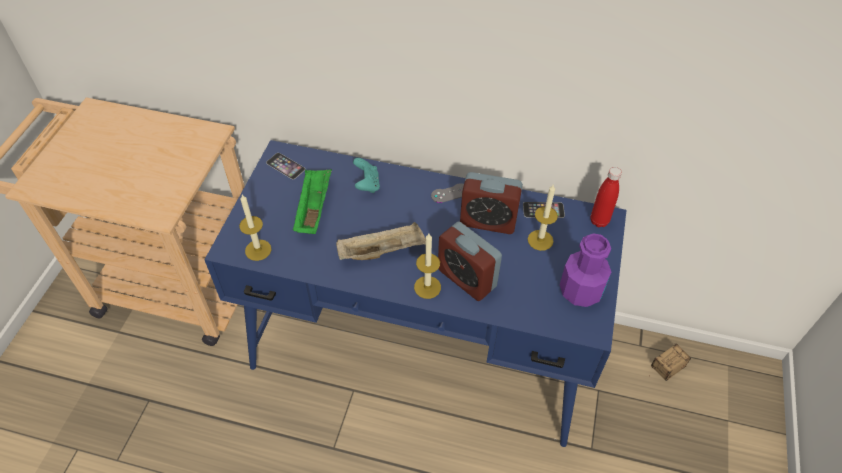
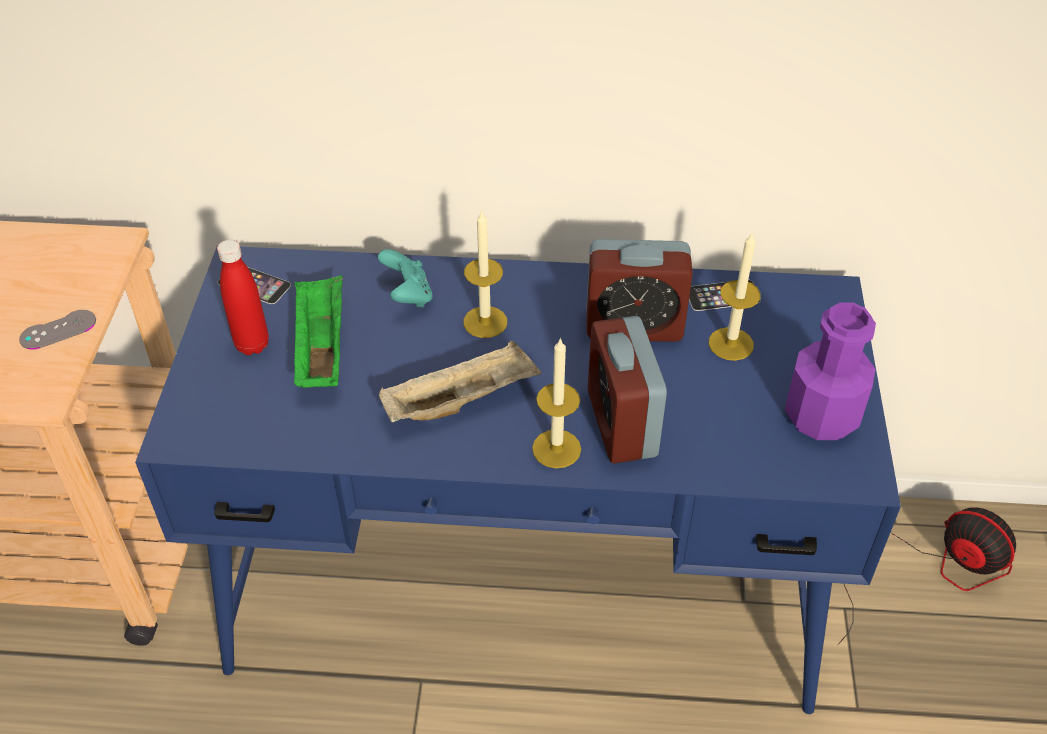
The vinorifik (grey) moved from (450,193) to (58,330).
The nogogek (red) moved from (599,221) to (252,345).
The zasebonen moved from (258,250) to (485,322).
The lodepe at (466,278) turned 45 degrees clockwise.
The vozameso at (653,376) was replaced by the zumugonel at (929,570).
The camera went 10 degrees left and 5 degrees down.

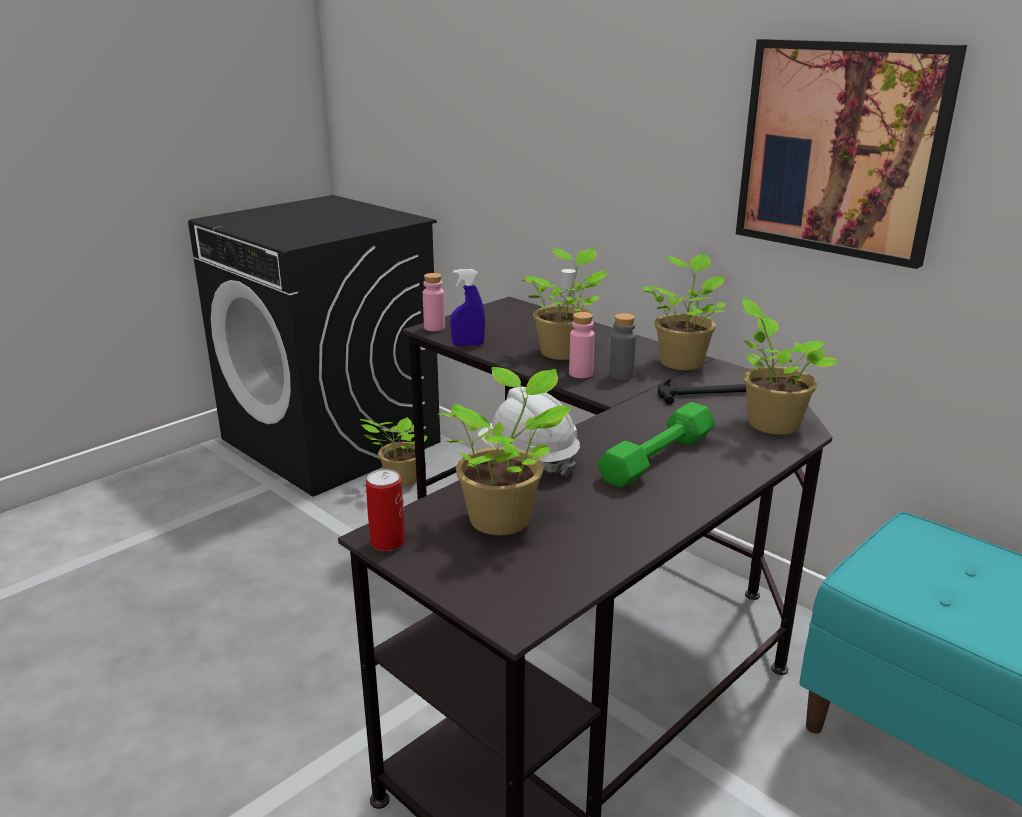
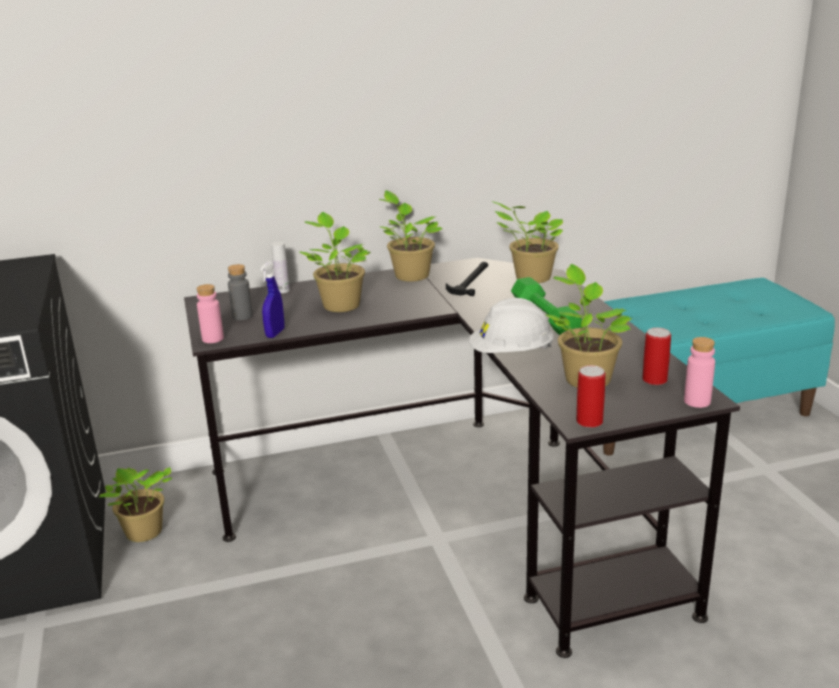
The nogogek (grey) moved from (621,375) to (242,316).
The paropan at (654,380) appeared.
The nogogek (pink) moved from (580,373) to (697,401).
The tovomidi at (841,149) disappeared.
The camera went 60 degrees left and 0 degrees up.

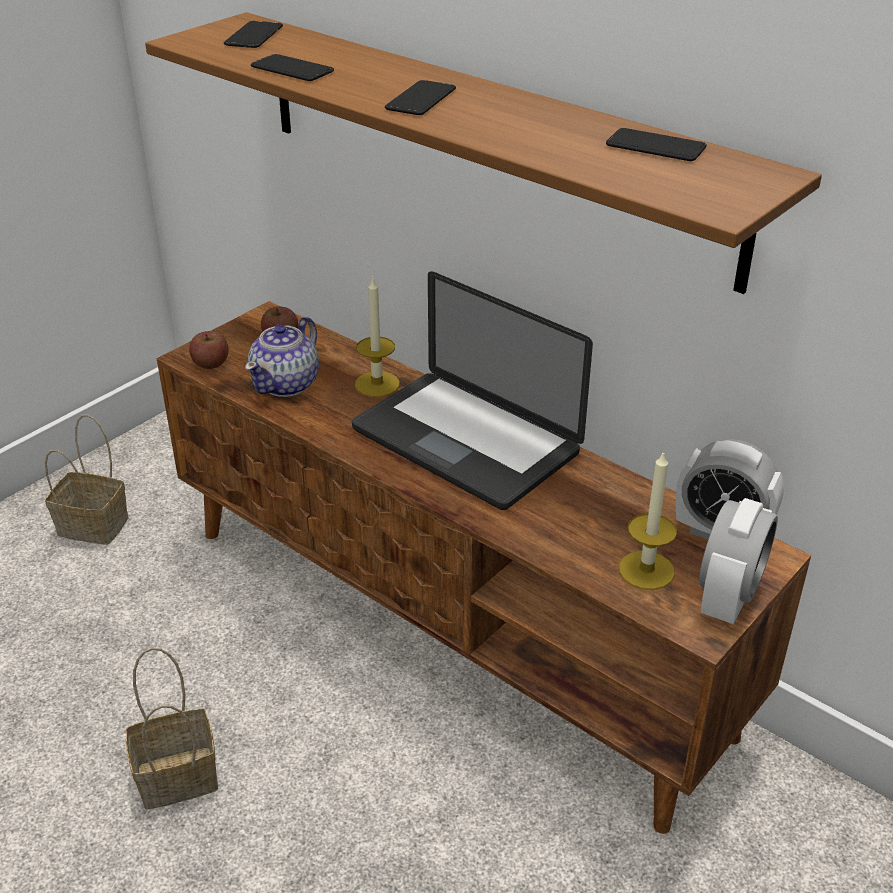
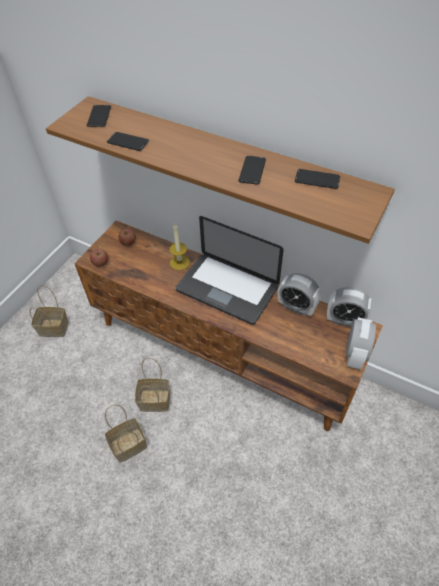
The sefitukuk at (156,400) appeared.
The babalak moved from (421,99) to (252,170).
The lodepe at (296,307) appeared.
The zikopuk at (287,384) disappeared.
The zasebonen at (646,570) disappeared.
The camera went 10 degrees left and 15 degrees up.

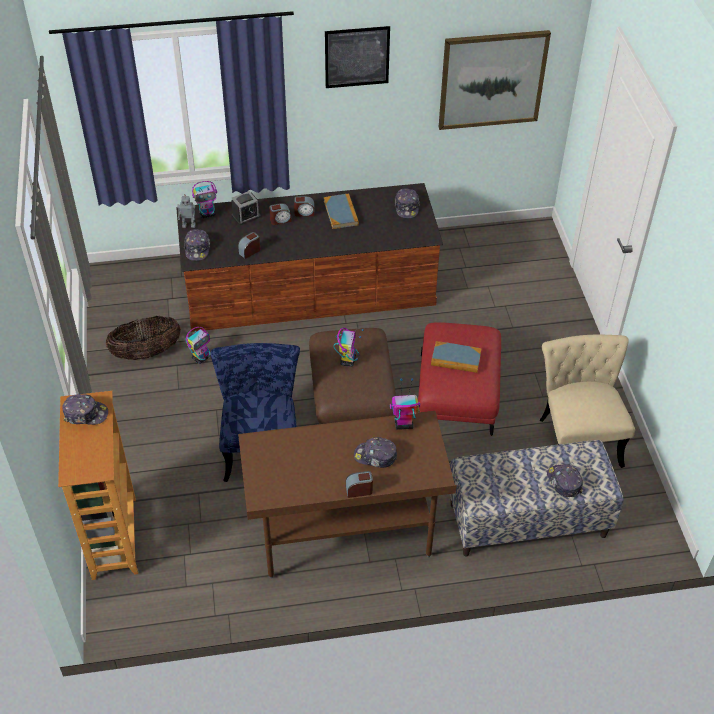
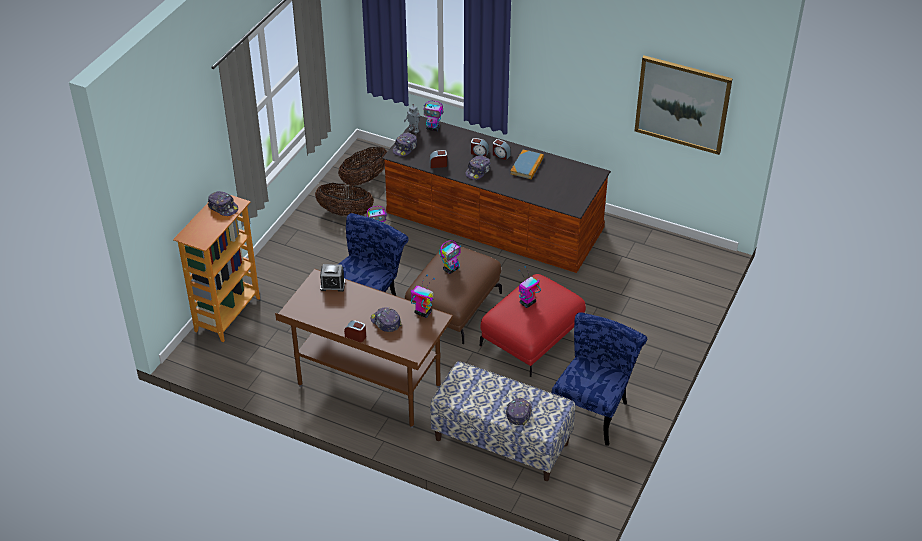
The lodepe moved from (246,216) to (332,285).
The sefitukuk at (364,179) appeared.
The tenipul moved from (407,207) to (478,171).
The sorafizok at (456,359) was replaced by the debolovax at (527,303).
The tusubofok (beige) at (577,436) became the tusubofok (blue) at (593,408).
The tovomidi at (357,57) disappeared.
The camera went 35 degrees right and 5 degrees down.

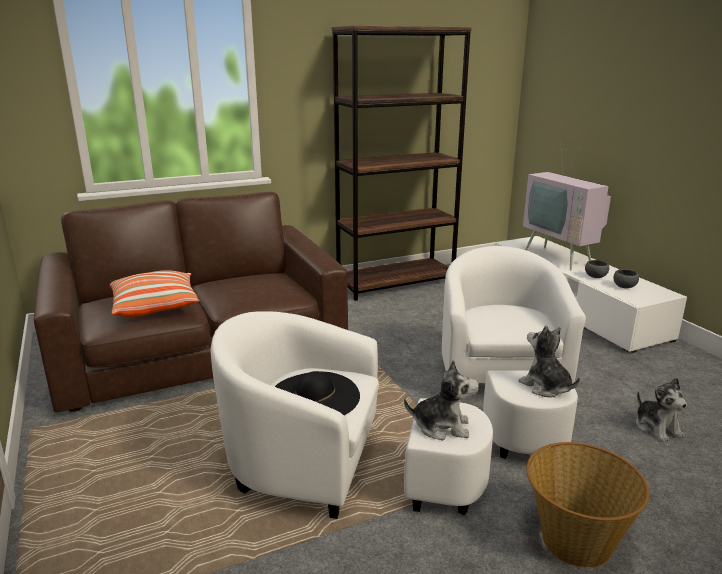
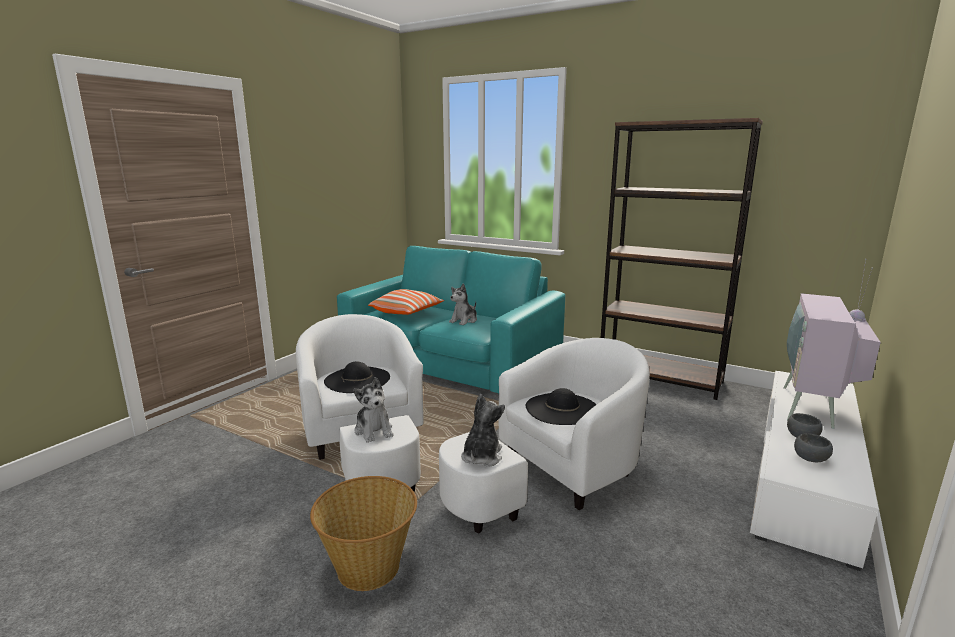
The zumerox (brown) at (200,349) became the zumerox (turquoise) at (451,359).
The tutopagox moved from (657,428) to (464,320).
The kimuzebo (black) at (562,409) appeared.
The camera went 55 degrees right and 5 degrees down.

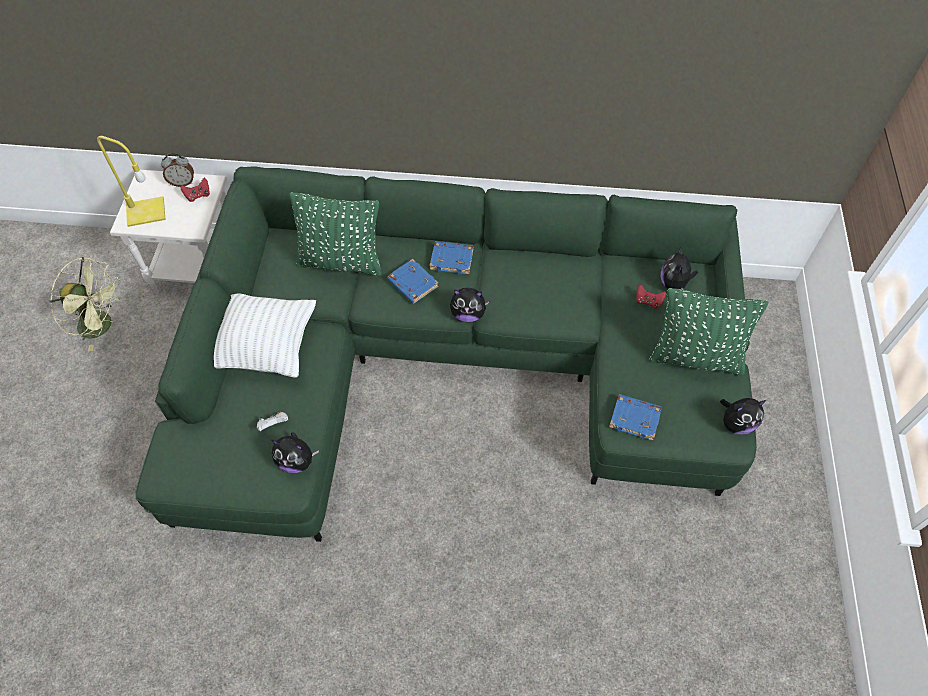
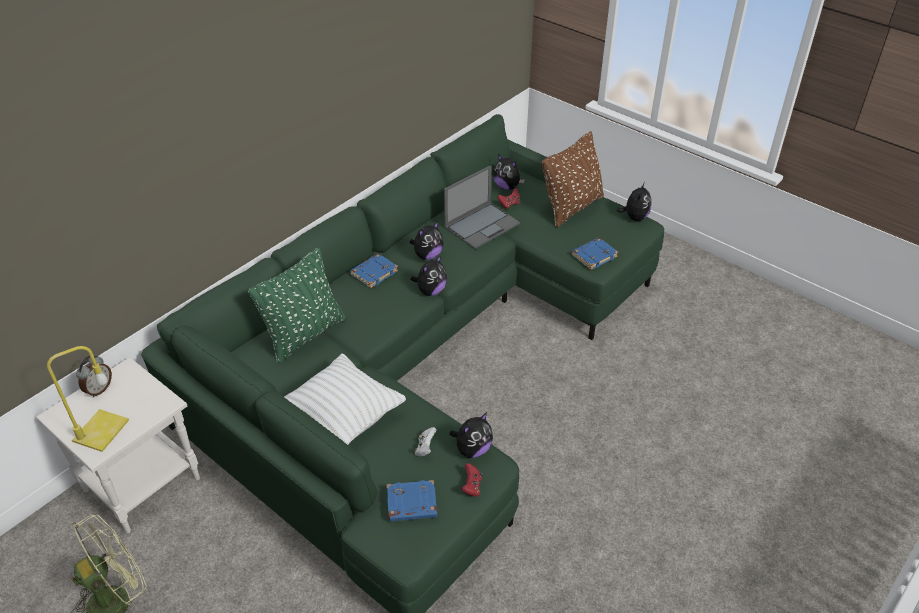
The sorafizok (blue) moved from (412,284) to (411,504).
The tutopagox at (427,255) appeared.
The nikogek at (482,225) appeared.
The vinorifik (red) moved from (198,195) to (472,486).
The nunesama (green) at (695,357) became the nunesama (brown) at (572,207).
The camera went 55 degrees left and 15 degrees down.

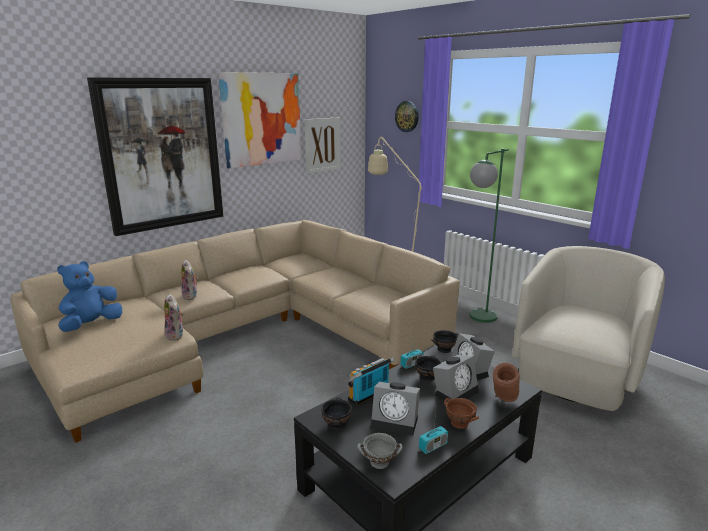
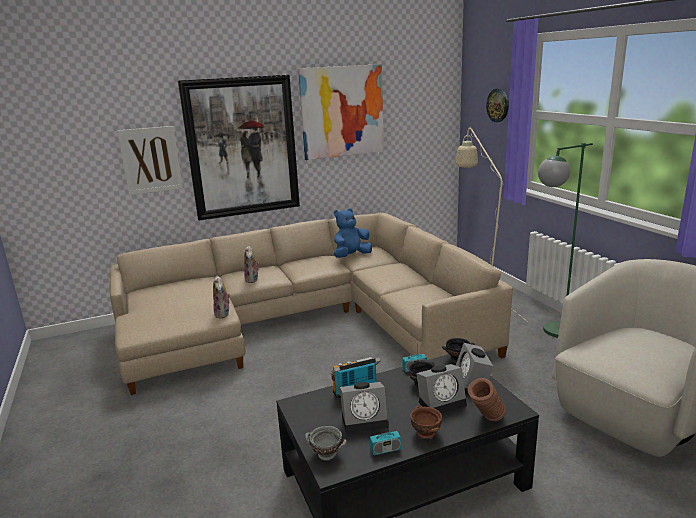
The tovomidi moved from (322,145) to (151,160).
The tutopagox (blue) moved from (91,325) to (351,256).
The lodepe at (396,421) turned 45 degrees counterclockwise.
The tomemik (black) at (337,424) disappeared.
The camera went 20 degrees right and 0 degrees up.

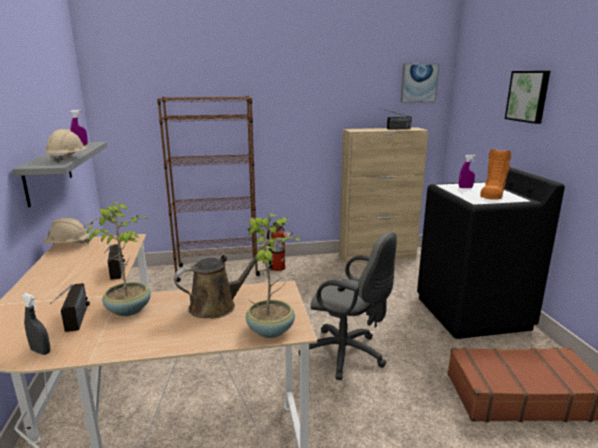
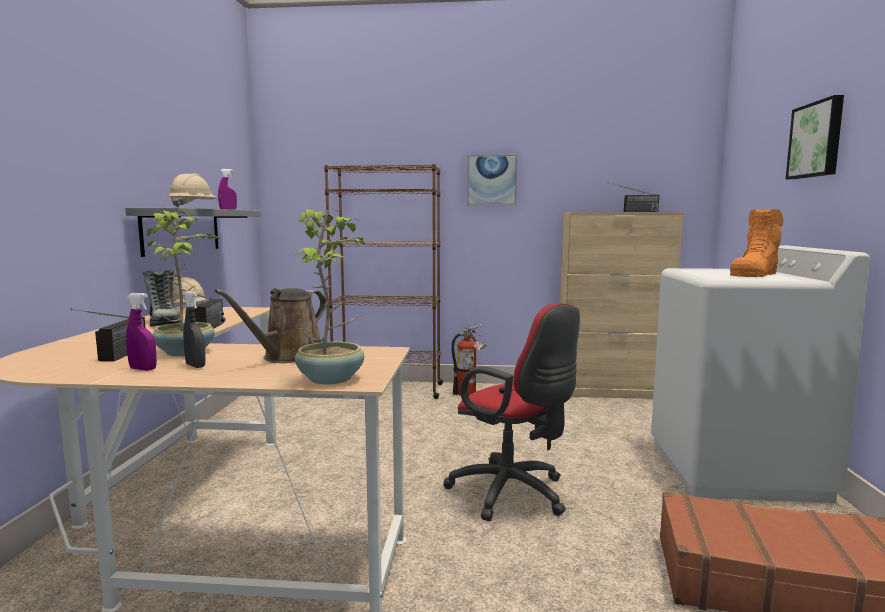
The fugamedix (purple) moved from (465,187) to (143,369).
The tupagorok at (164,322) appeared.
The fugamedix (grey) moved from (40,351) to (195,366).
The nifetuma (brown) at (217,306) turned 135 degrees clockwise.
The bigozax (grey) at (347,355) became the bigozax (red) at (513,494).
The tovomidi moved from (419,83) to (491,180).
The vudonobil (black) at (472,313) became the vudonobil (white) at (735,470).
The camera went 15 degrees right and 10 degrees down.

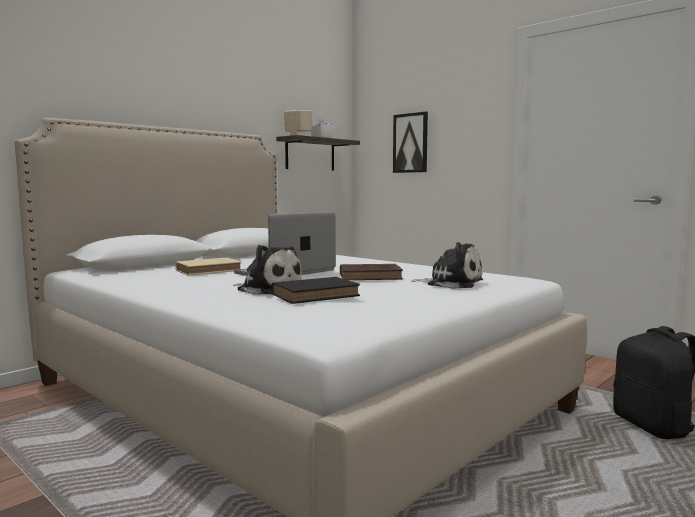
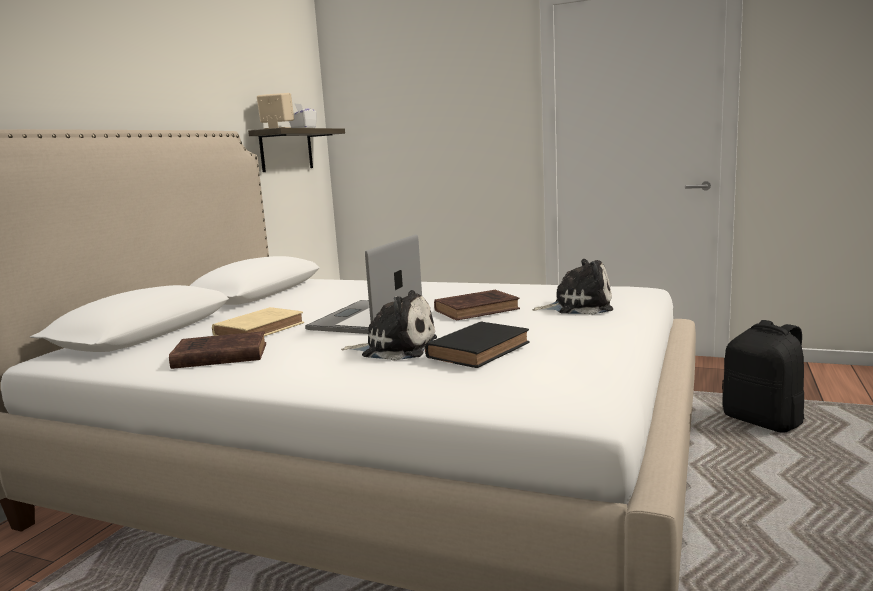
The sorafizok (brown) at (218,356) appeared.
The tovomidi at (410,143) disappeared.
The camera went 20 degrees left and 5 degrees up.

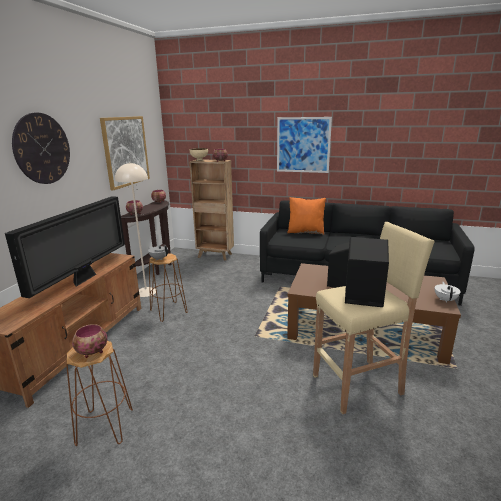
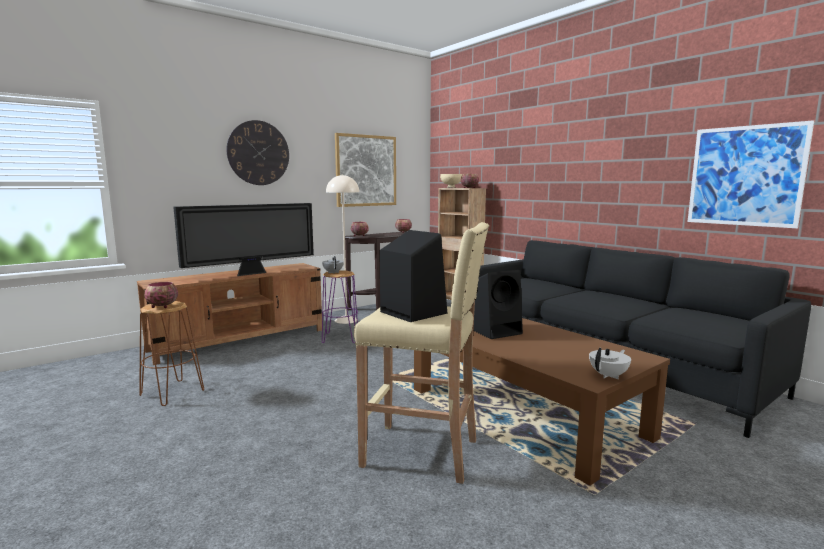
The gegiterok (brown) at (169,311) became the gegiterok (purple) at (341,338).
The tovomidi moved from (303,145) to (745,176).
The nunesama (orange) at (305,232) disappeared.
The camera went 35 degrees right and 10 degrees down.

